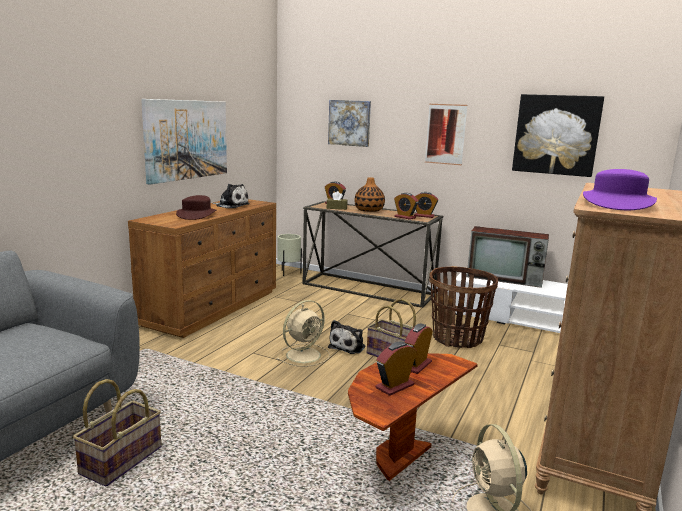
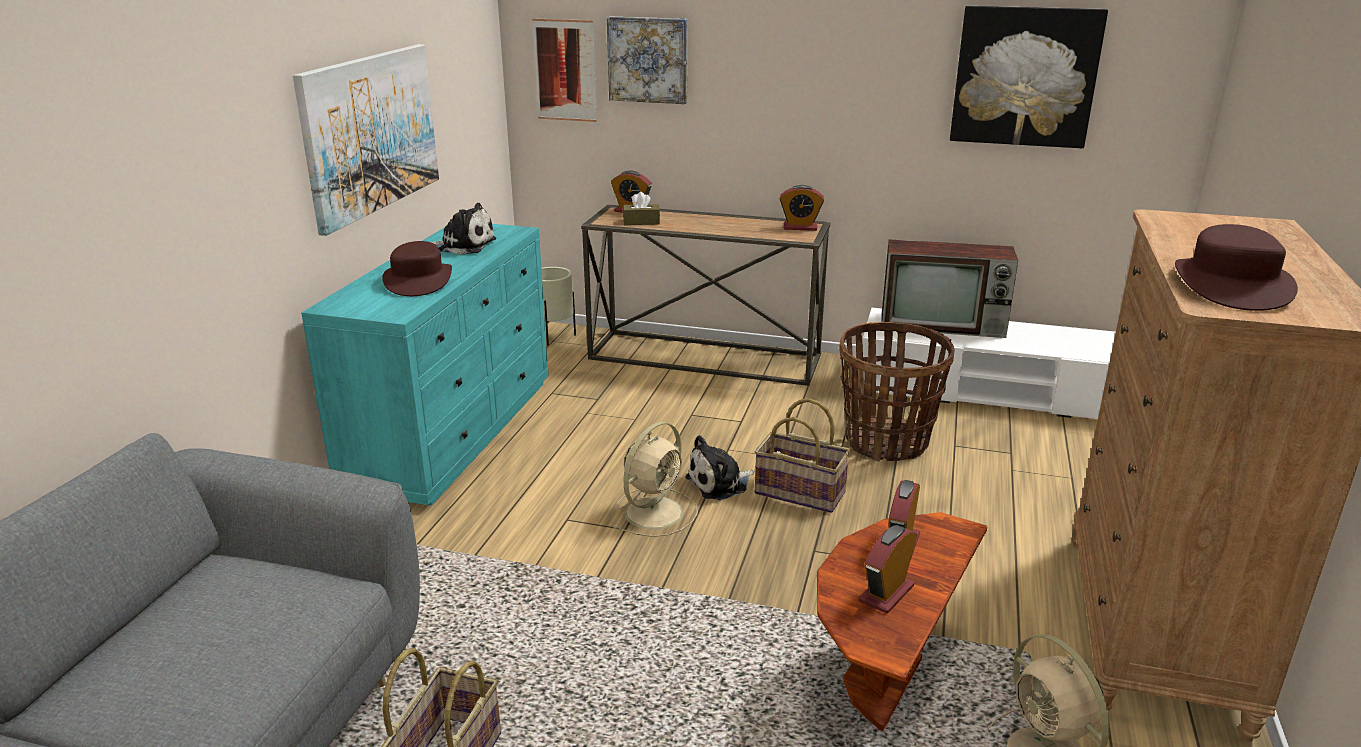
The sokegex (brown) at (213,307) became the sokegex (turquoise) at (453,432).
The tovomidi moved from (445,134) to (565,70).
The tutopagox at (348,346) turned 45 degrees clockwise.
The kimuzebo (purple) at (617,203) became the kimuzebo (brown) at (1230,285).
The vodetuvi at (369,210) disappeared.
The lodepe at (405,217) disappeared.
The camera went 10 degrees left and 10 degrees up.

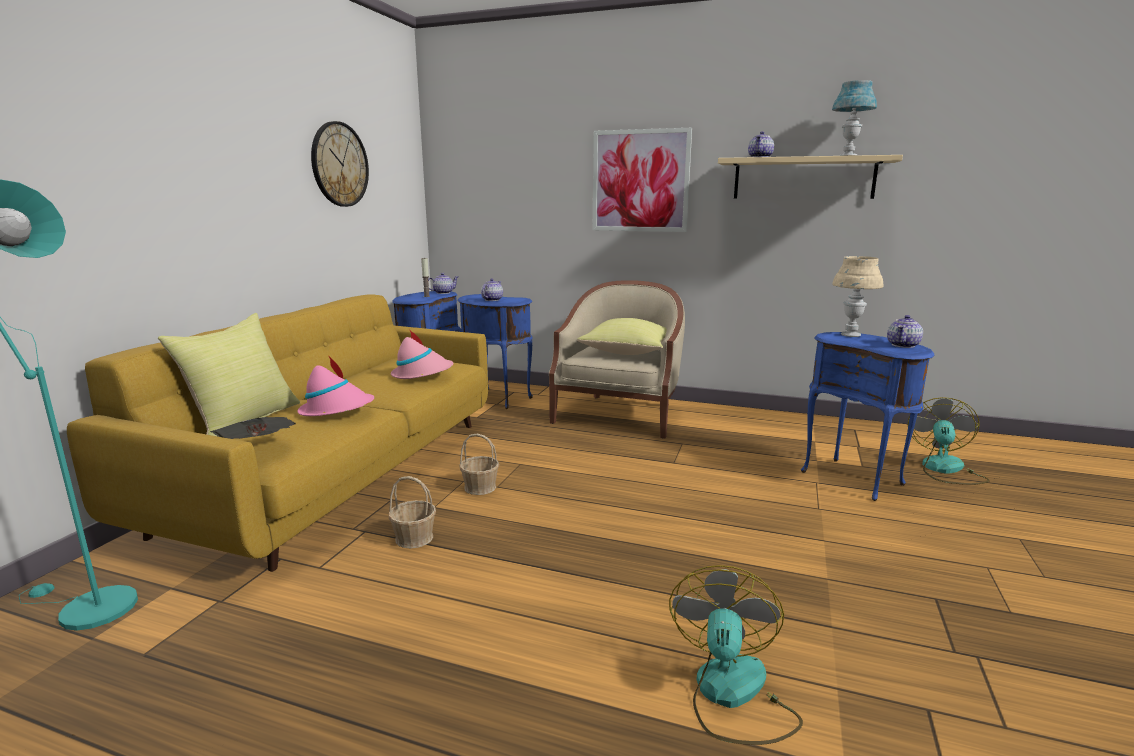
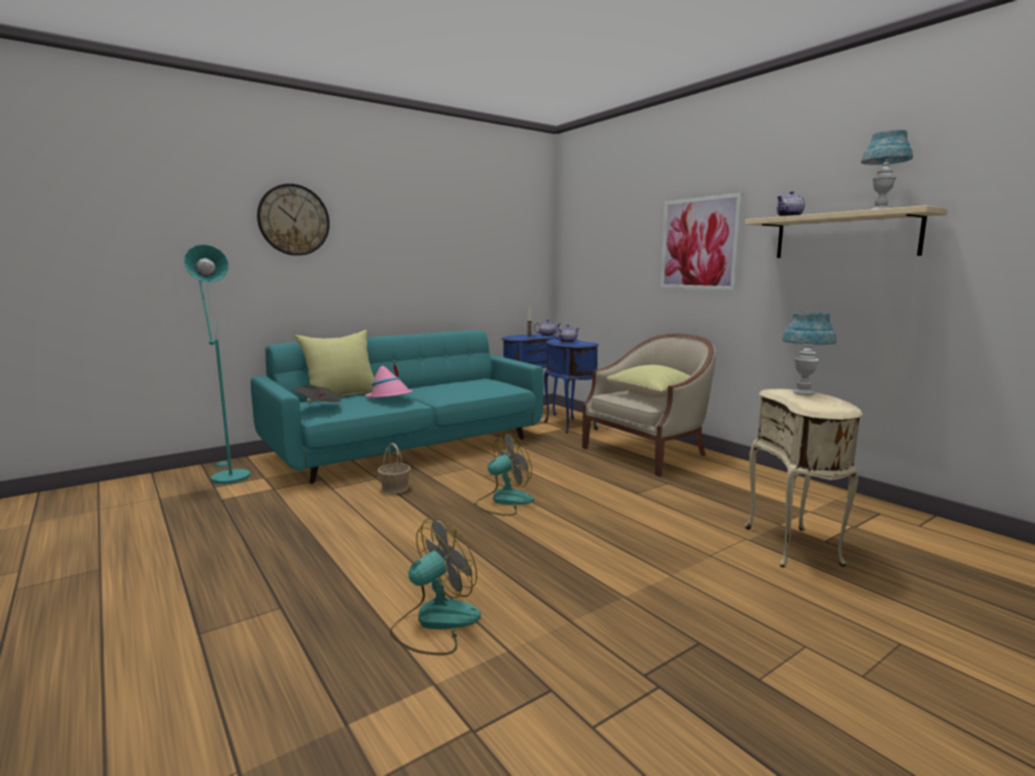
The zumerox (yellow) at (341,472) became the zumerox (turquoise) at (409,447).
The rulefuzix moved from (339,164) to (293,220).
The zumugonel moved from (945,470) to (503,501).
The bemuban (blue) at (854,478) became the bemuban (beige) at (795,546).
The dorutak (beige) at (850,335) became the dorutak (blue) at (803,393).
The kimuzebo (pink) at (422,374) disappeared.
The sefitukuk at (480,487) disappeared.
The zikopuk at (903,345) disappeared.
The camera went 35 degrees right and 5 degrees down.

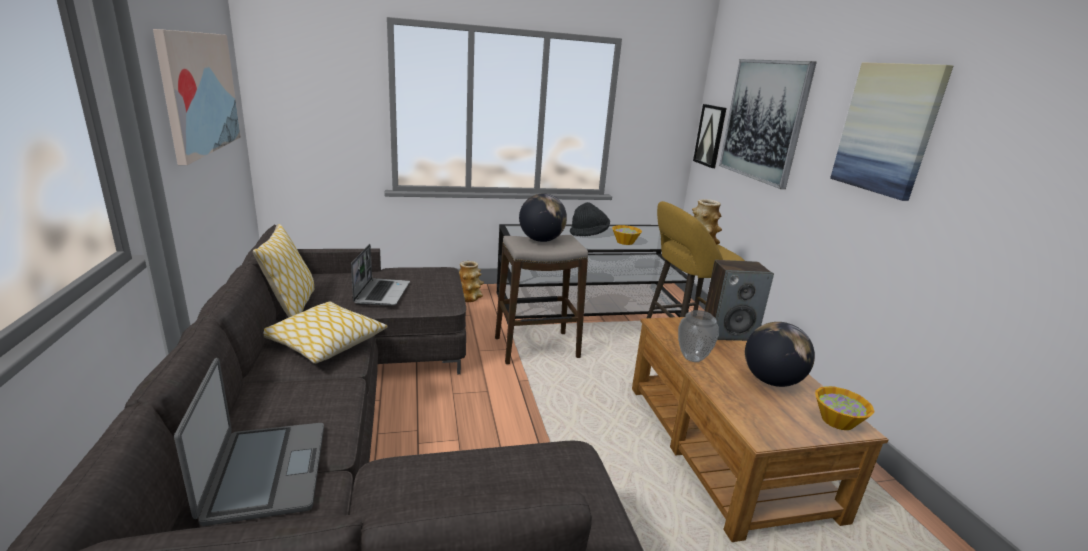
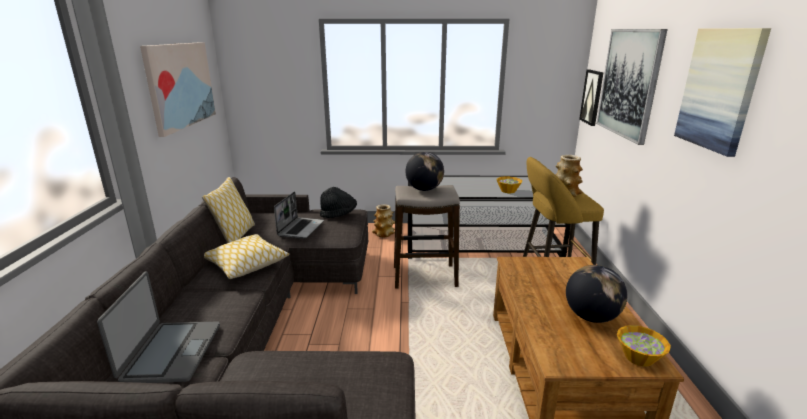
The kimuzebo (black) moved from (589,233) to (339,214).
The vodetuvi at (692,358) disappeared.
The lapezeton at (728,332) disappeared.
The camera went 15 degrees right and 0 degrees up.

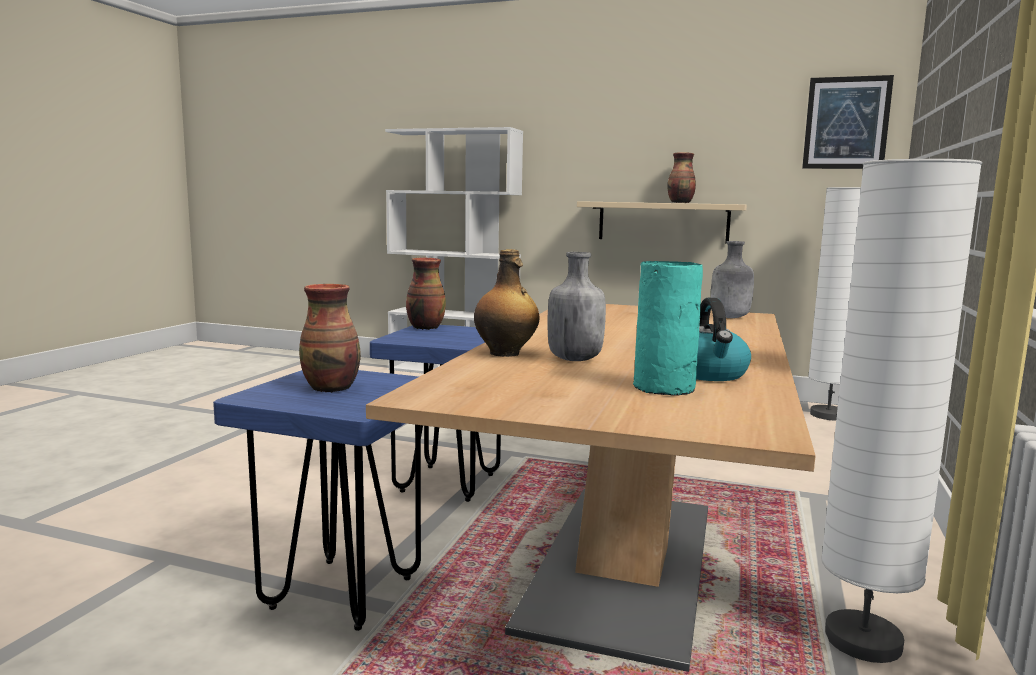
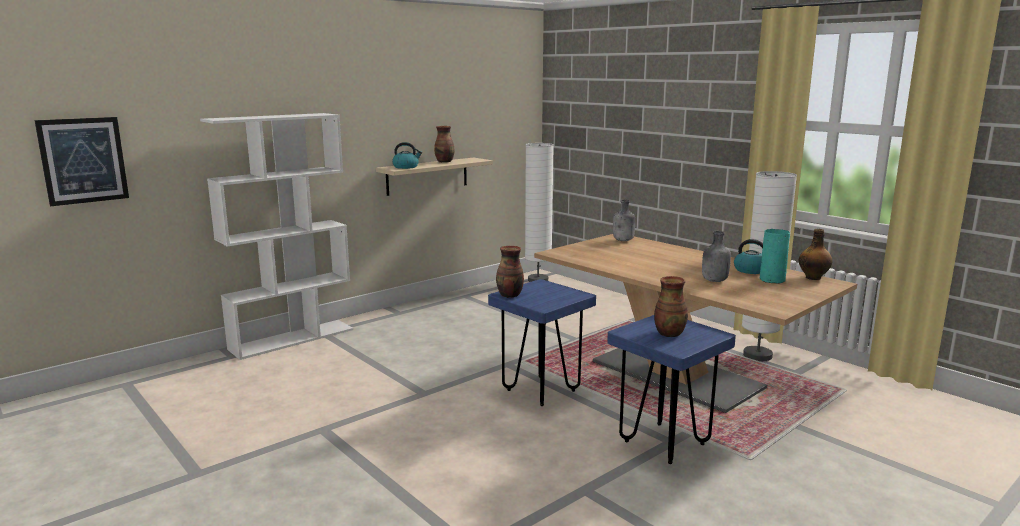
The tovomidi moved from (846,123) to (83,160).
The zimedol at (406,167) appeared.
The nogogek moved from (505,353) to (813,278).
The camera went 60 degrees left and 5 degrees up.

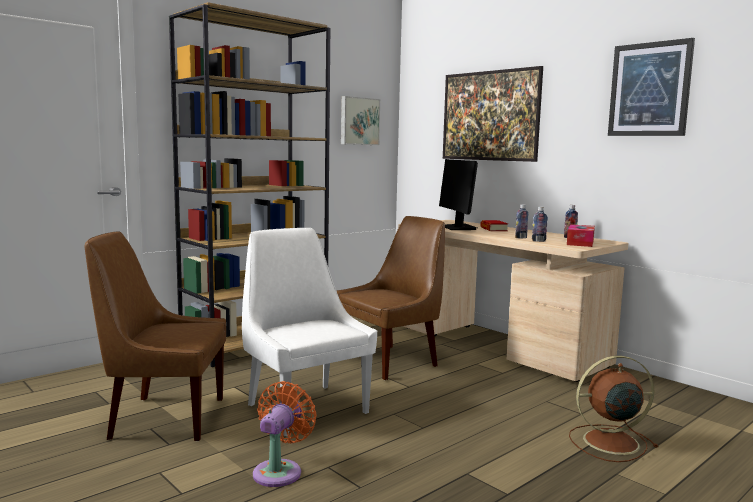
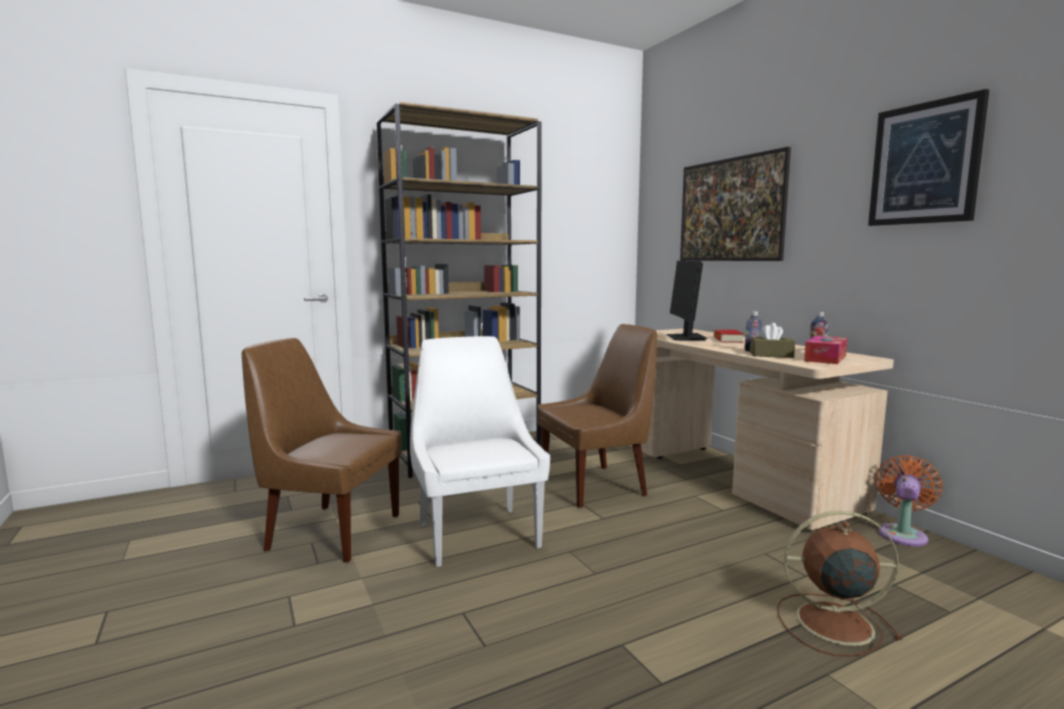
The nogogek at (538,241) was replaced by the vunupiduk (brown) at (771,355).
The zumugonel (orange) moved from (280,471) to (902,534).
The tovomidi at (359,121) disappeared.
The camera went 15 degrees right and 0 degrees up.

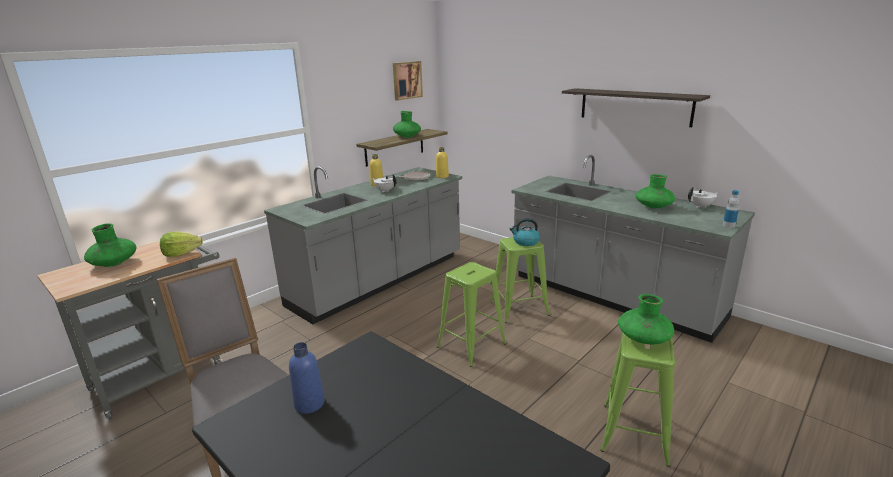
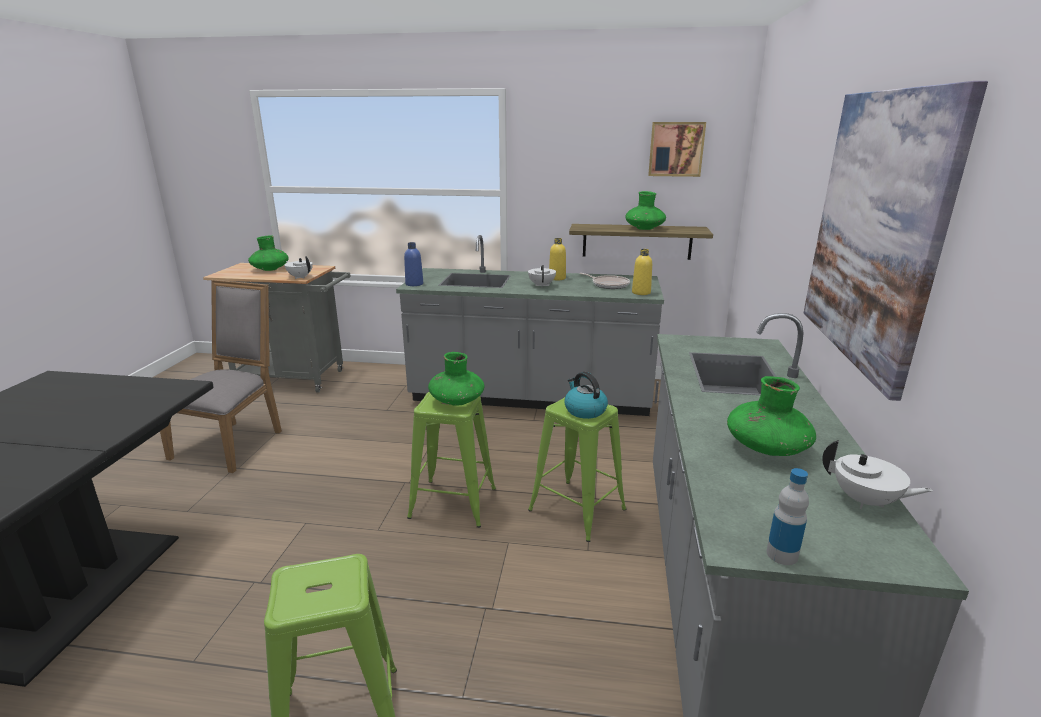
The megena at (181,254) was replaced by the zikopuk (white) at (300,277).
The nogogek (blue) moved from (309,404) to (414,284).
The vodetuvi (green) moved from (643,338) to (457,400).
The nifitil at (634,106) was replaced by the tovomidi at (875,230).
The camera went 55 degrees right and 0 degrees up.

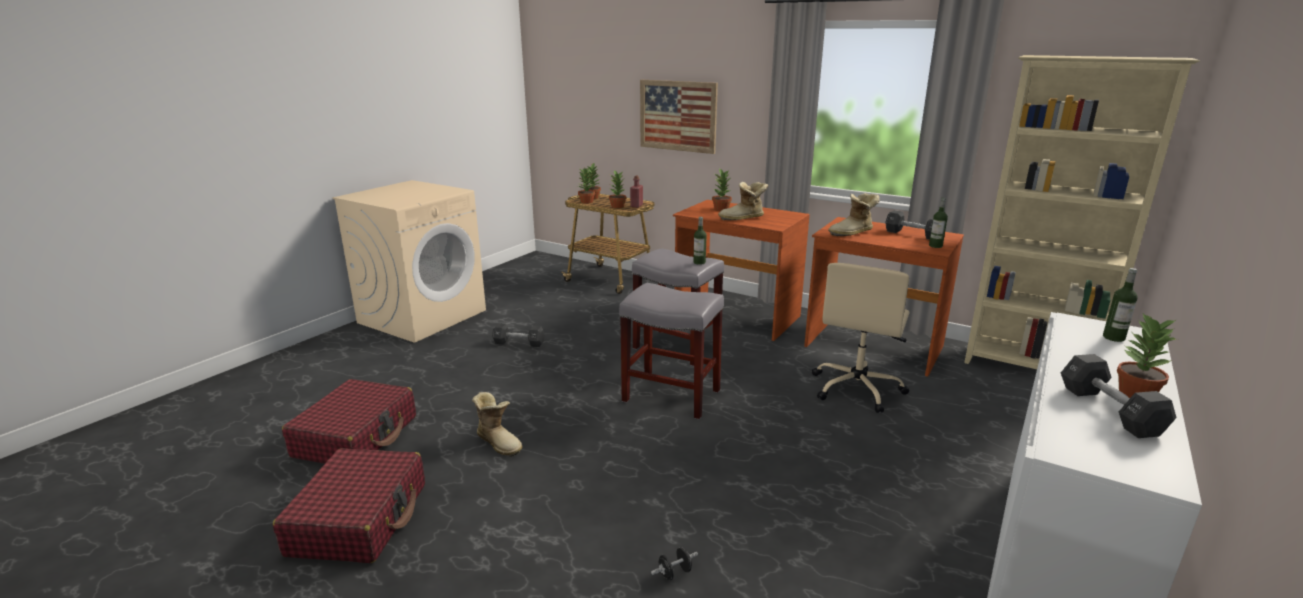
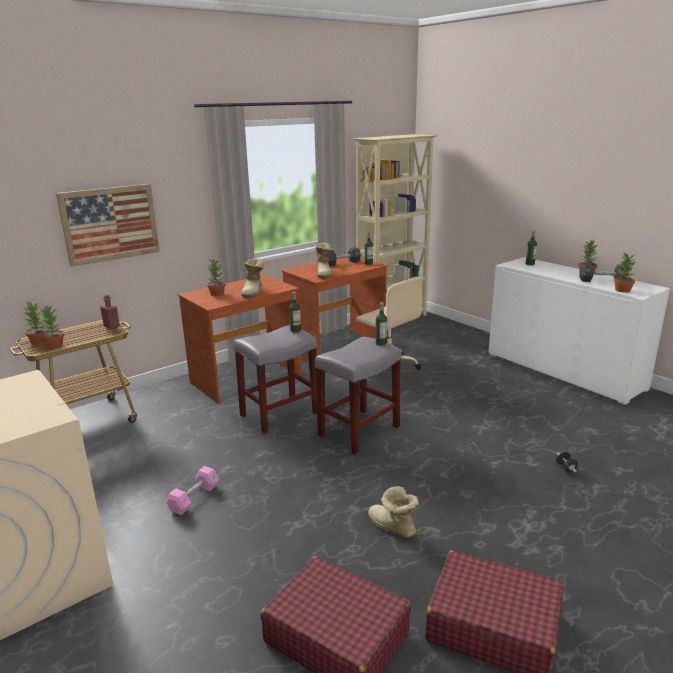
The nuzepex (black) at (519,343) became the nuzepex (pink) at (194,498).
The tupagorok at (499,442) turned 105 degrees counterclockwise.
The nogogek at (381,343) appeared.
The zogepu moved from (618,206) to (622,290).
The camera went 70 degrees left and 0 degrees up.

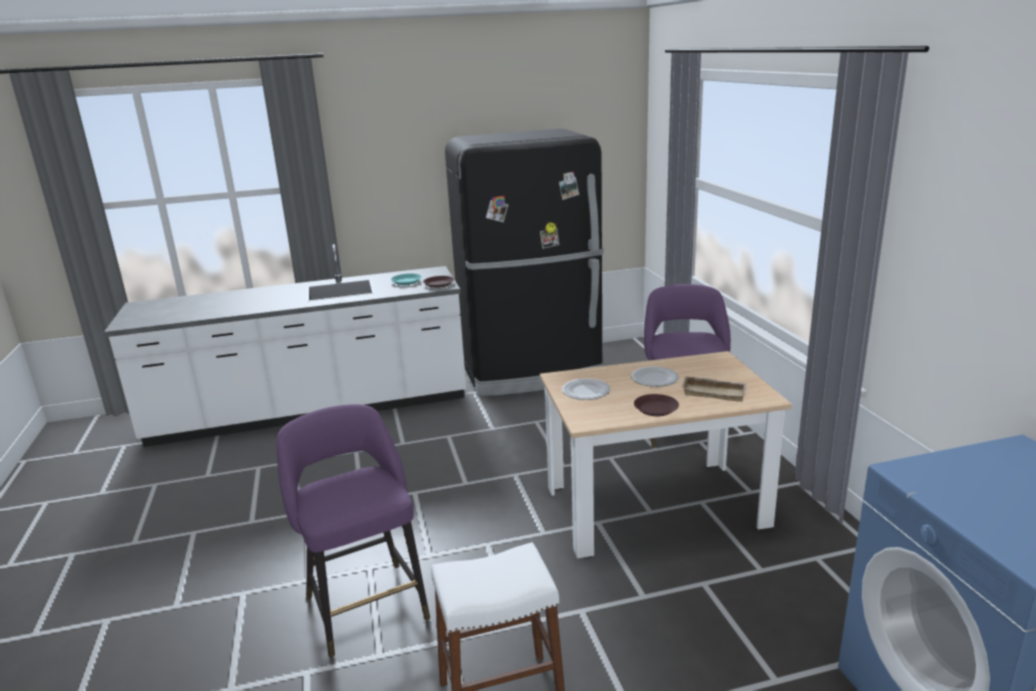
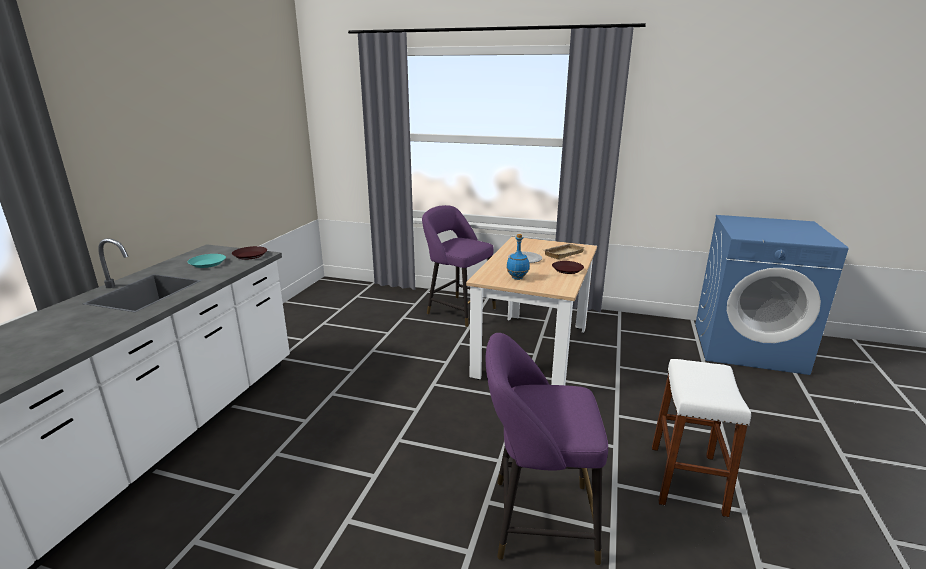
The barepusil at (585,391) was replaced by the nogogek (blue) at (517,278).
The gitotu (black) at (532,371) disappeared.
The camera went 60 degrees left and 0 degrees up.

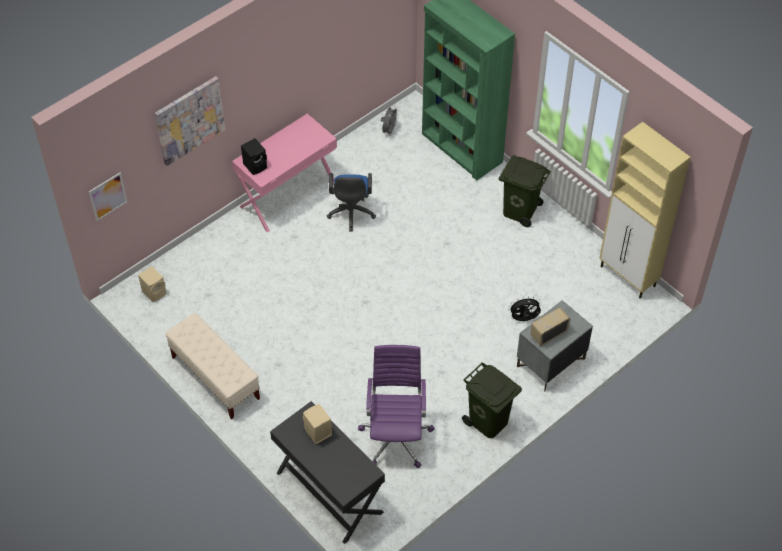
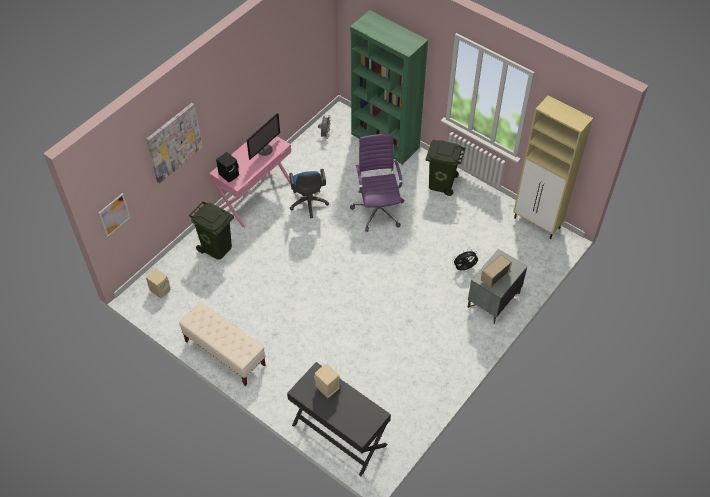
The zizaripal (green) moved from (488,422) to (216,248).
The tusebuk at (264,149) appeared.
The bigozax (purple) moved from (396,436) to (378,209).
The camera went 10 degrees left and 0 degrees up.

